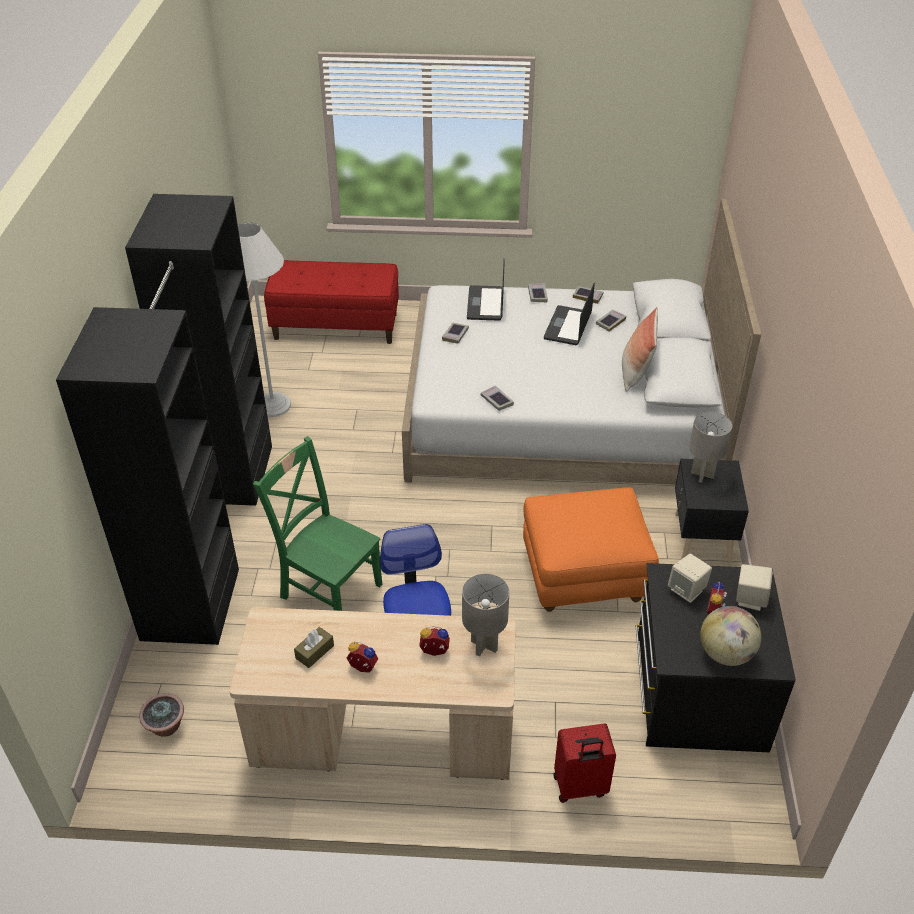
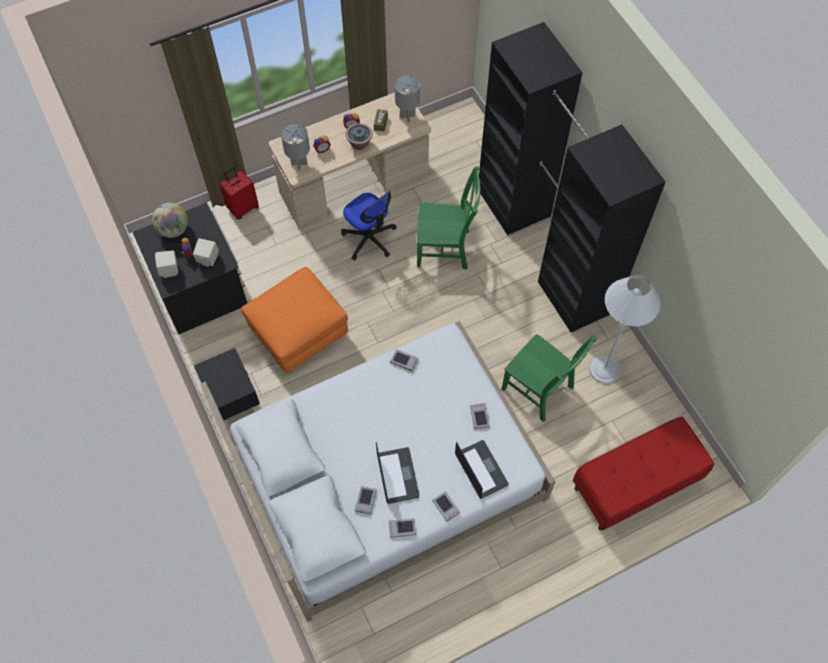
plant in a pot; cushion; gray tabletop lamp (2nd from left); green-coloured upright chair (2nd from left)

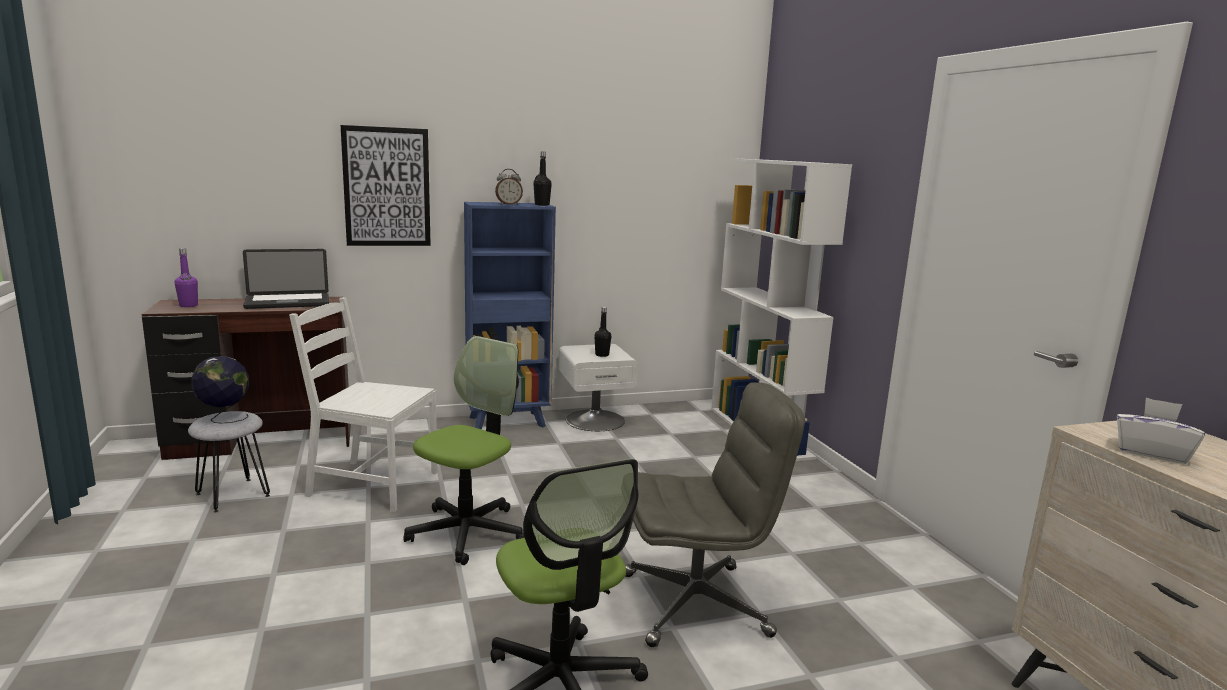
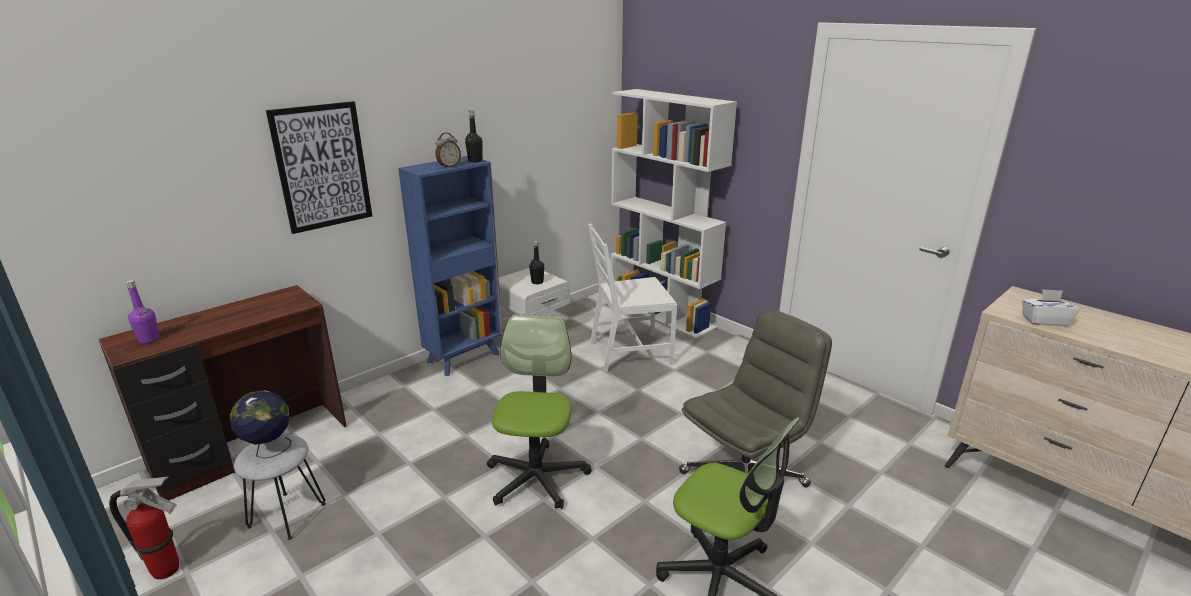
laptop; white-coloured upright chair; fire-fighting cylinder

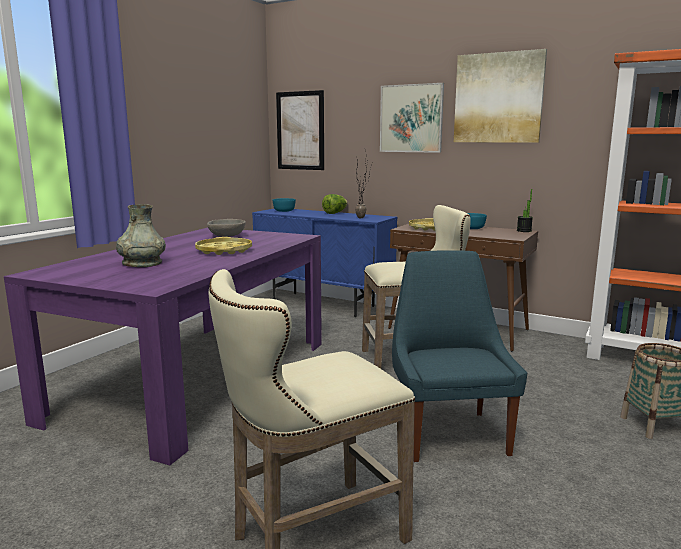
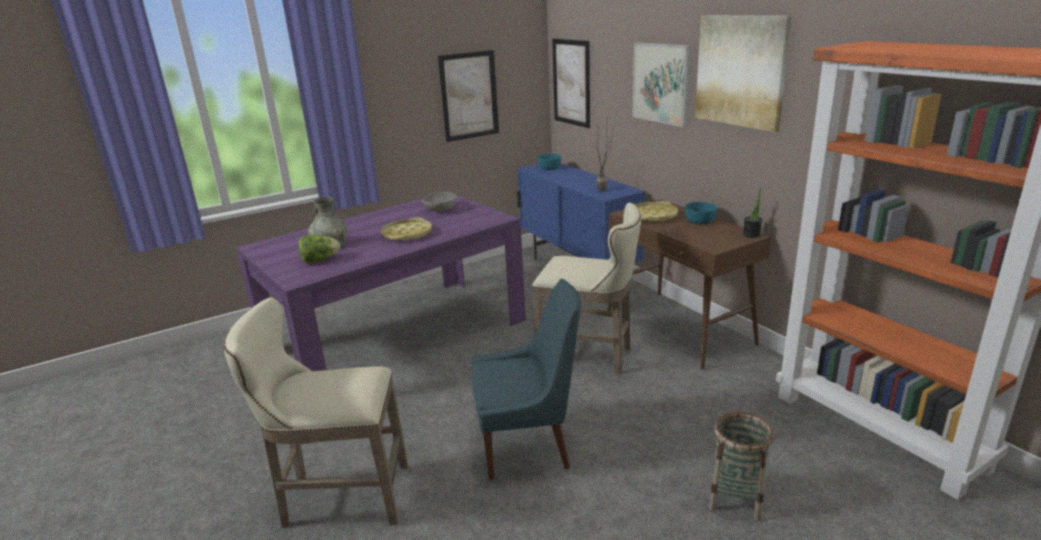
lettuce; blue upright chair; wall art (1st from left)

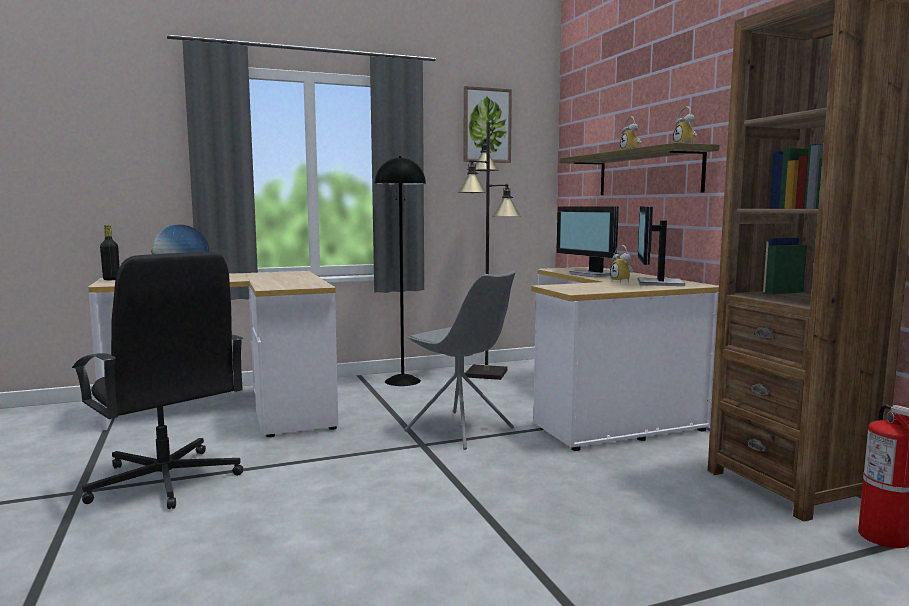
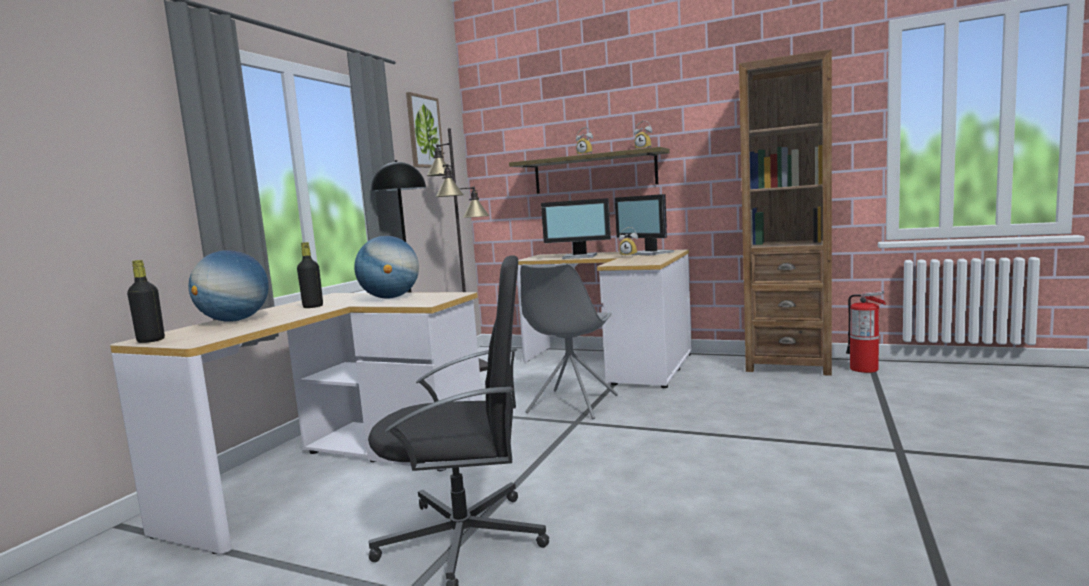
gray upright chair; black drink bottle (2nd from left); world globe (2nd from left)

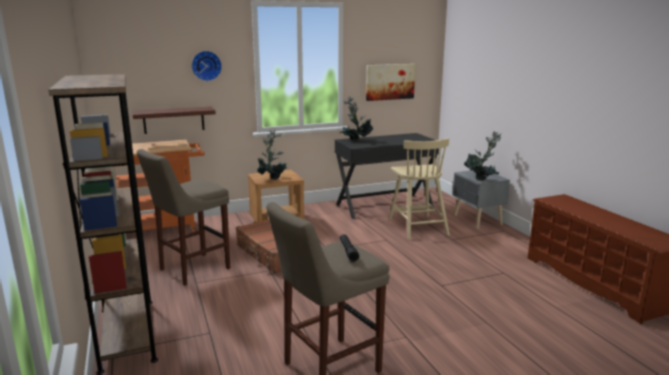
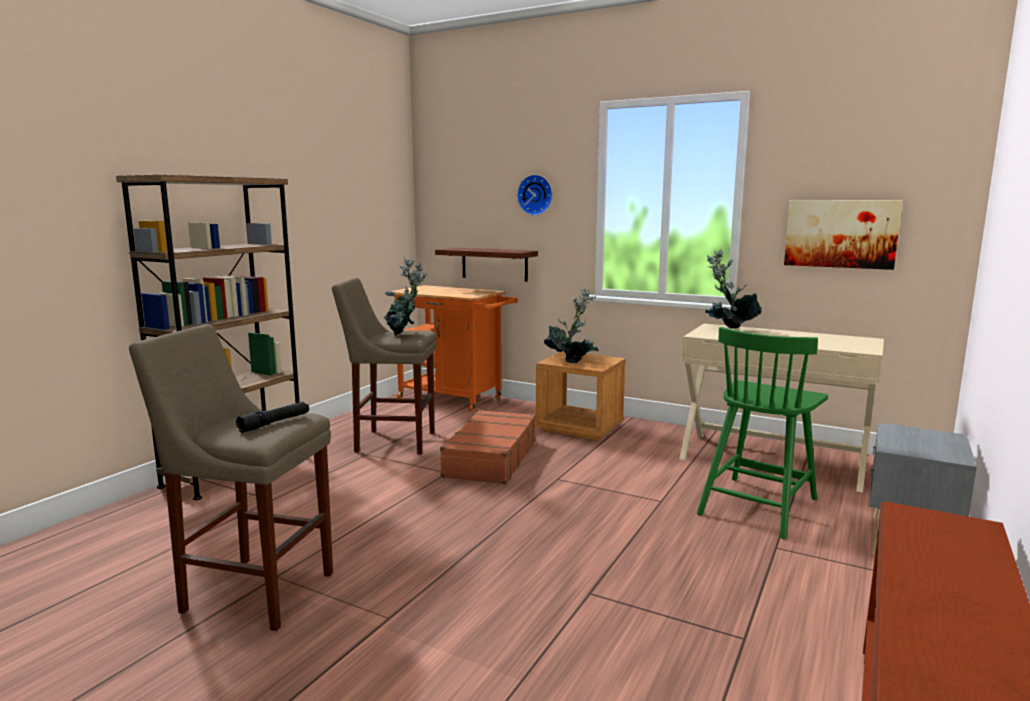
beige-coloured desk; green-coloured upright chair; plant in a pot (1st from left)

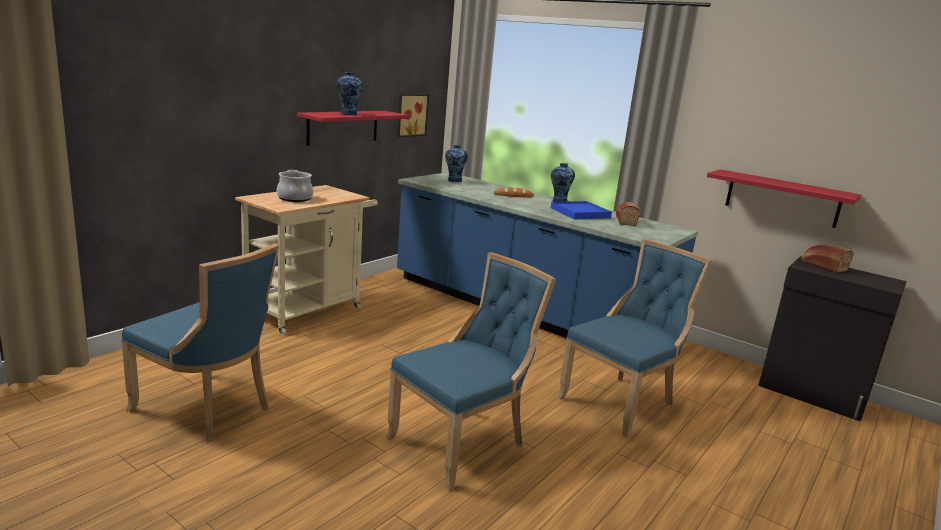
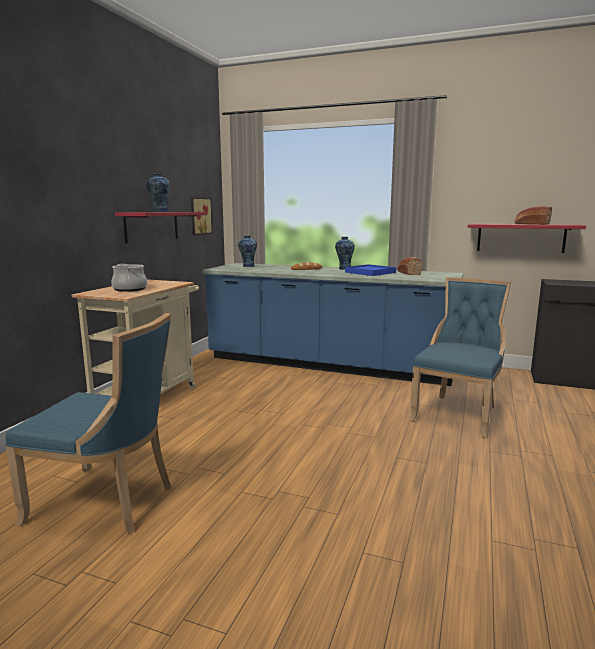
blue upright chair (2nd from left in the first image); bakery bread (3rd from left)

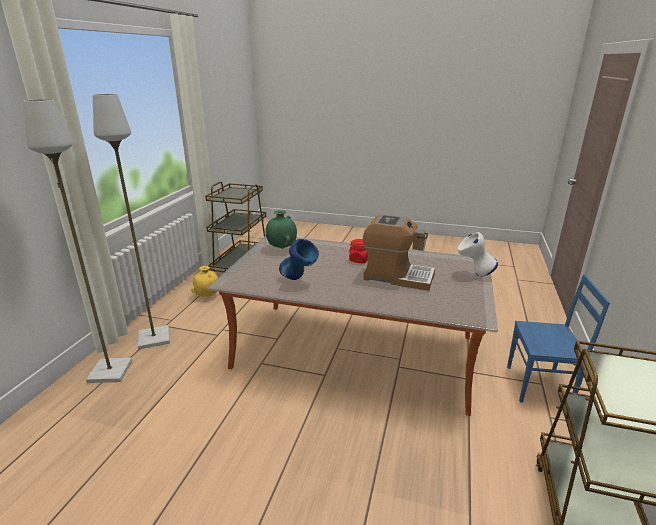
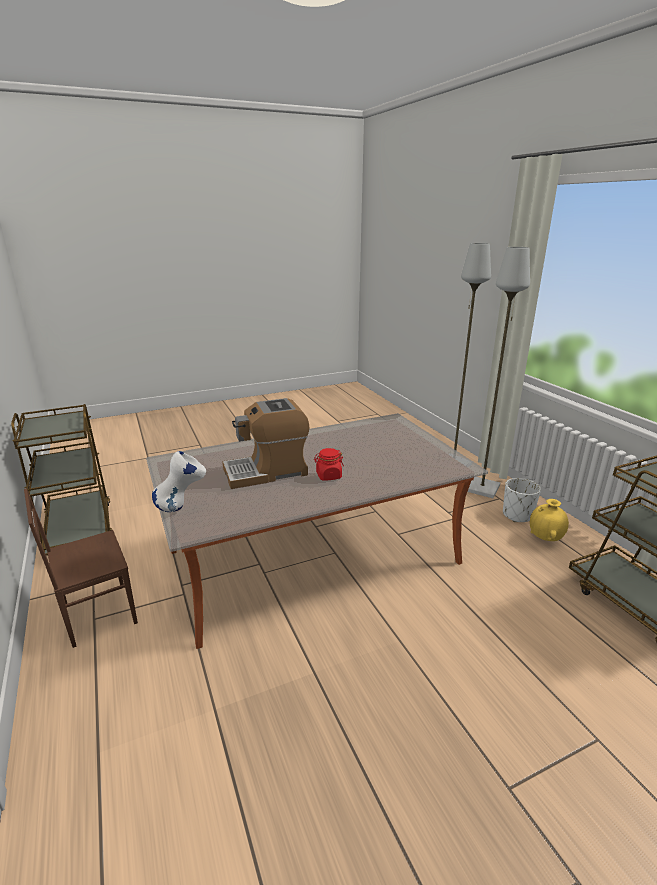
green-coloured decorative vase; blue decorative vase; brown-coloured upright chair; white-coloured planter

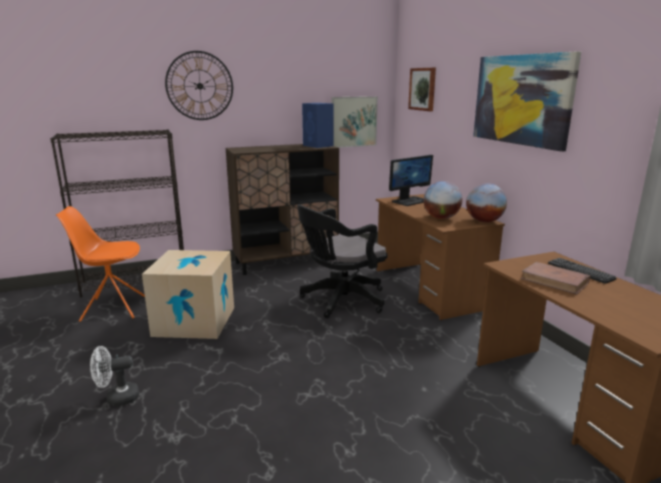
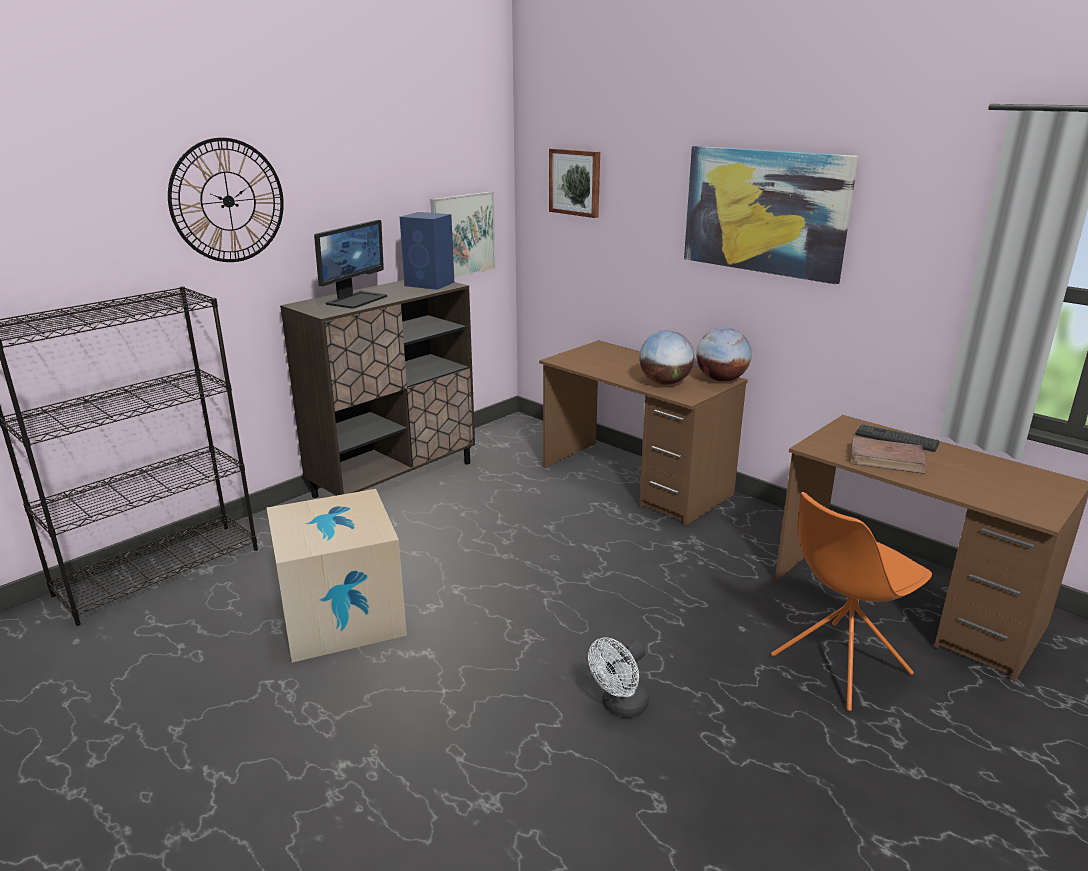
orange upright chair; white-coloured cooling fan; black computer chair; computer screen

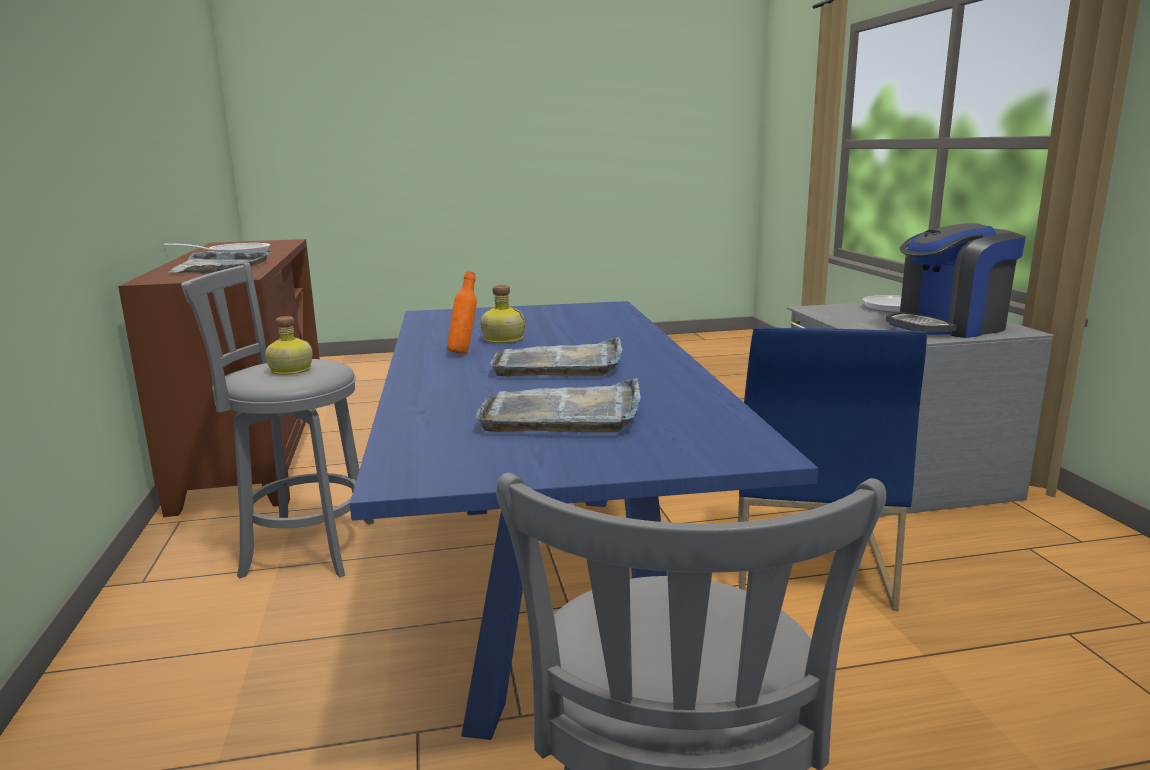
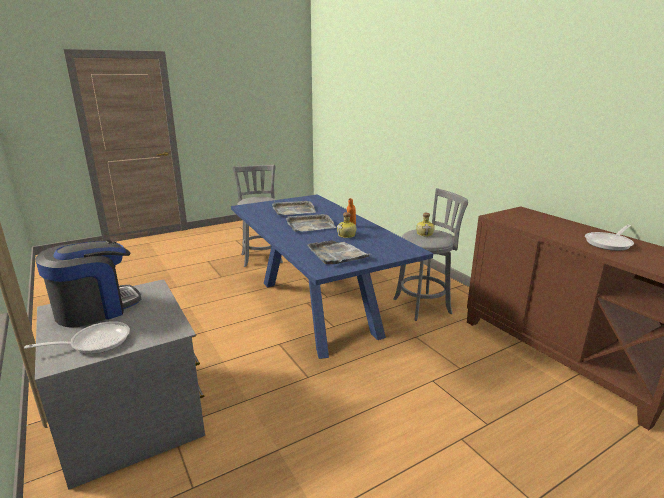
gray serving tray (3rd from left); blue upright chair

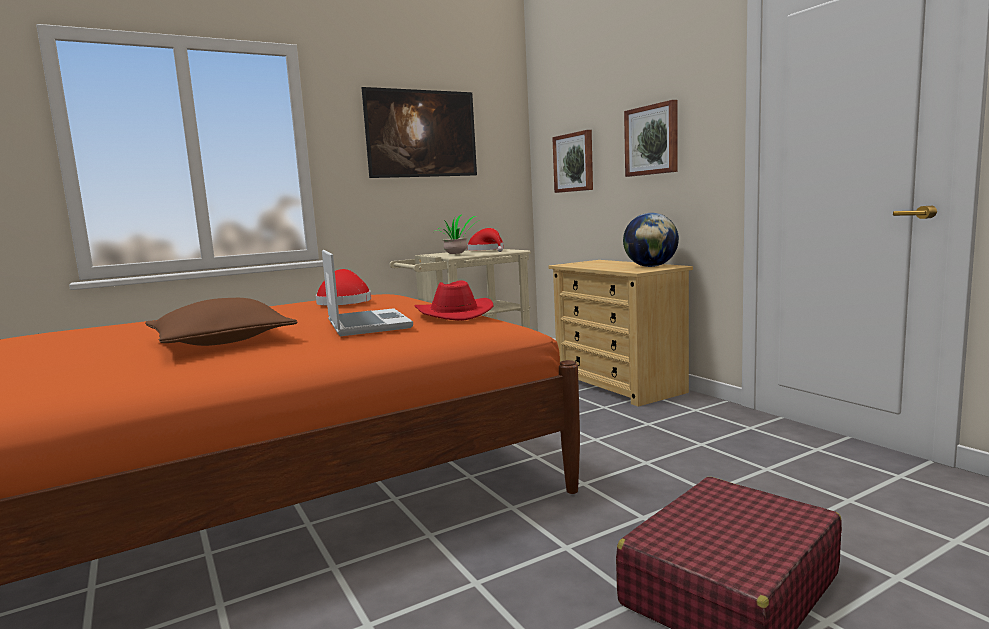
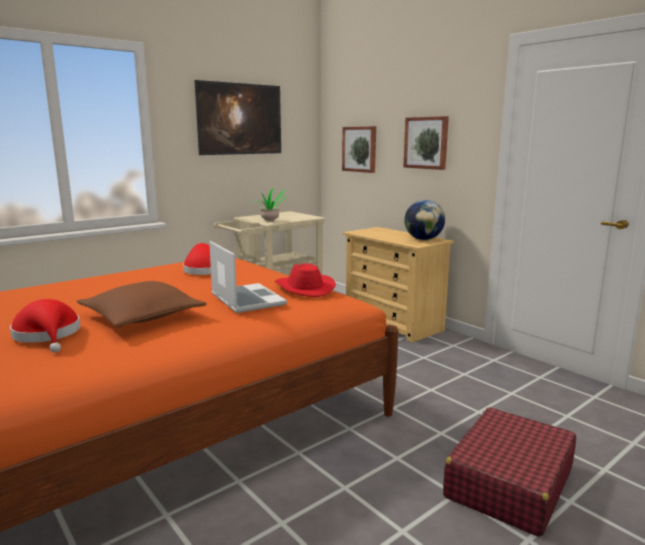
red-coloured wearable hat (1st from left)

